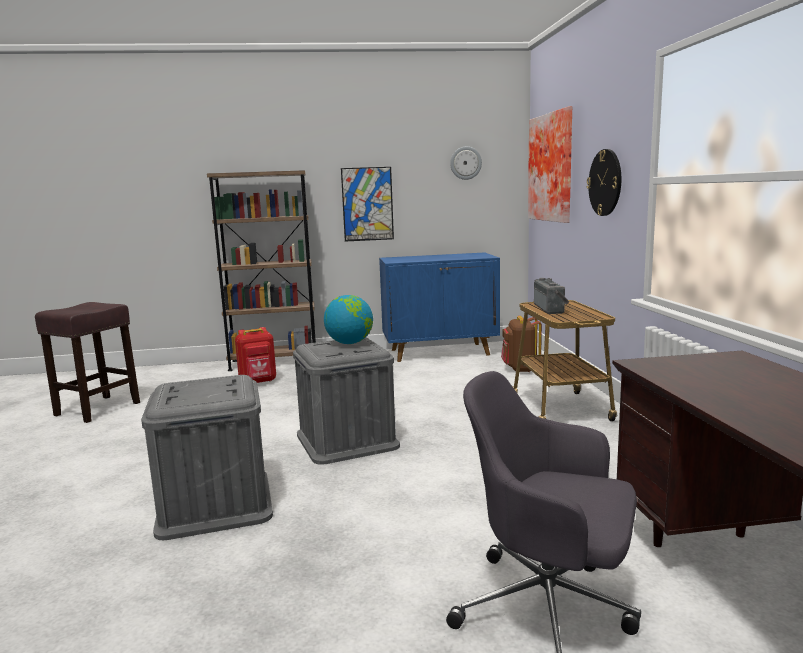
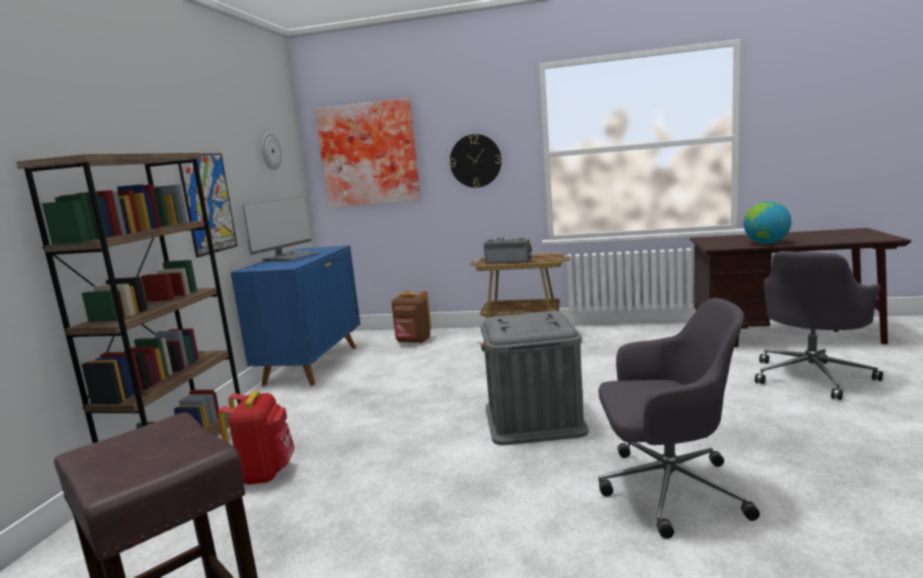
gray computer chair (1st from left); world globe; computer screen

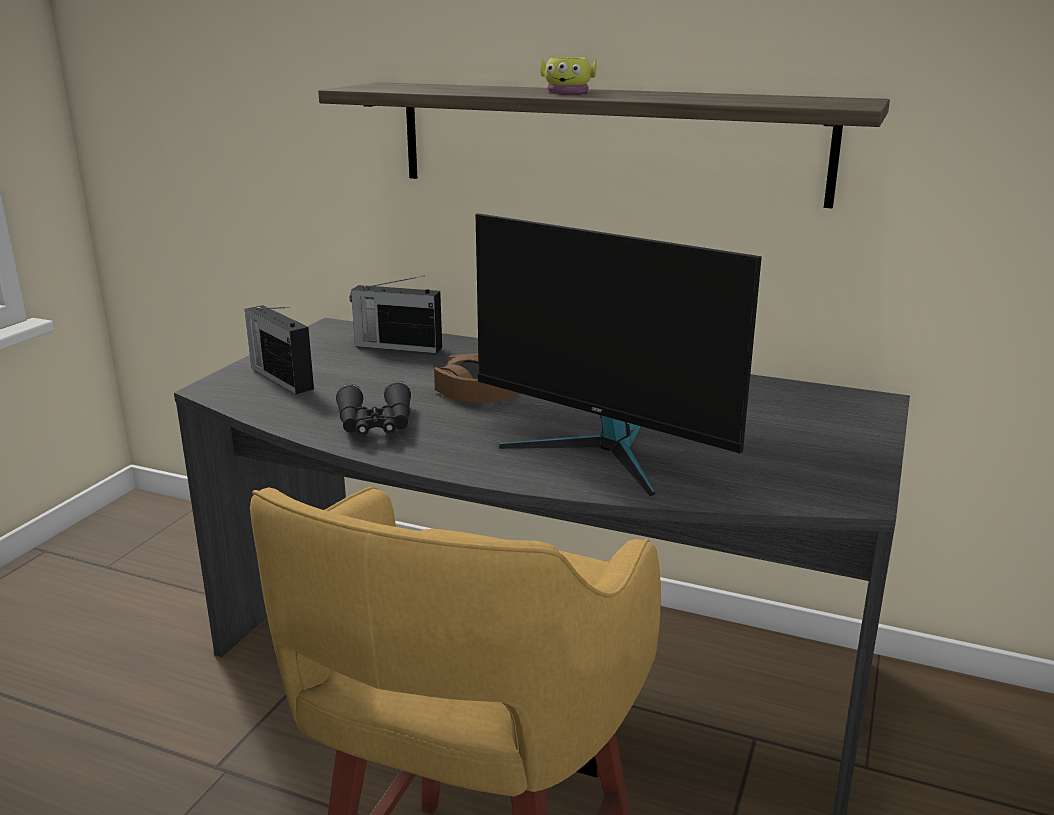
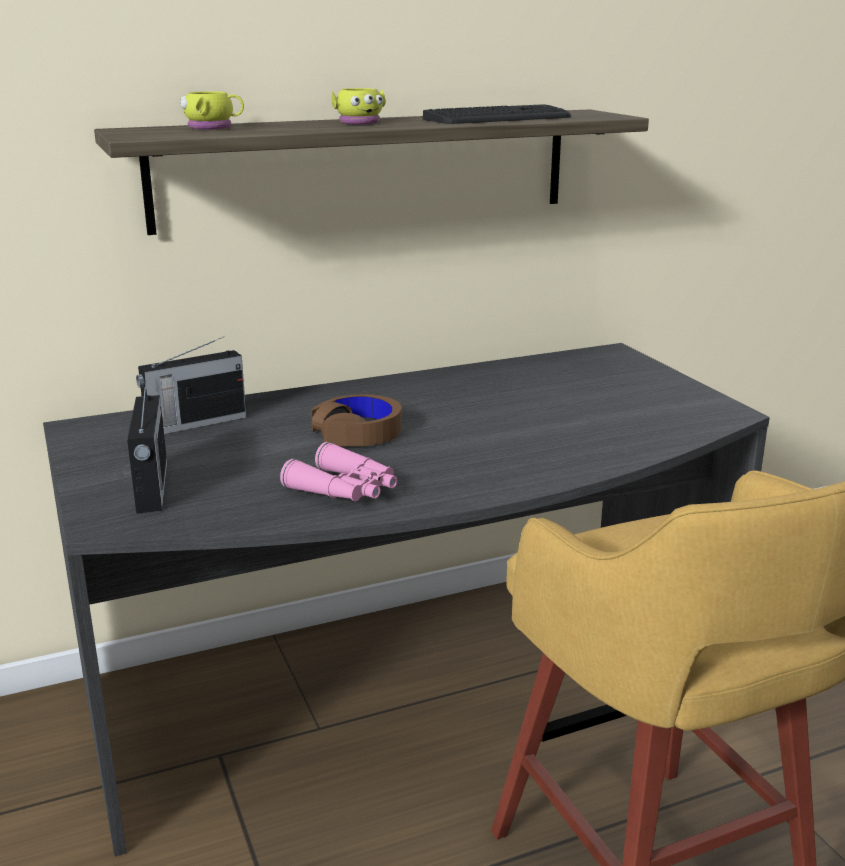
radio (1st from left); pink-coloured pair of binoculars; computer screen; yellow-coloured coffee mug (1st from left); computer keyboard

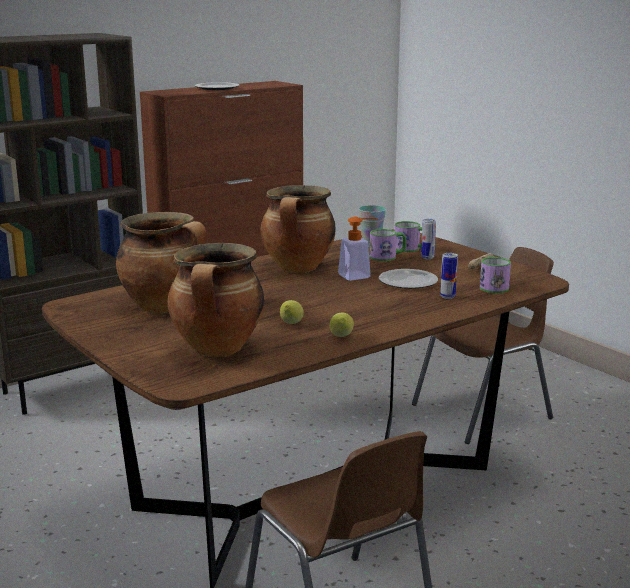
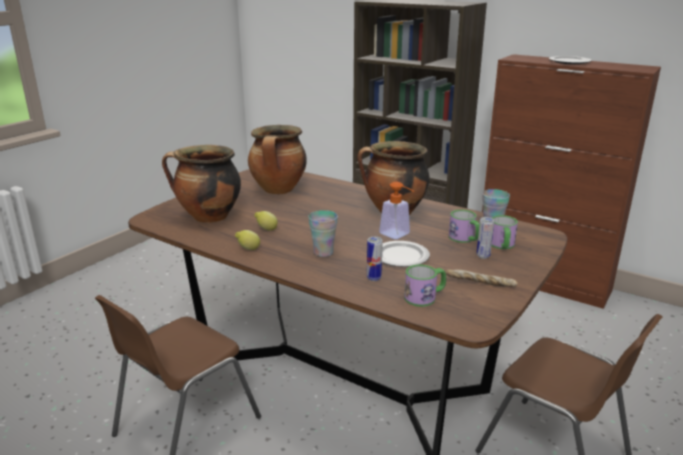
cup (1st from left)

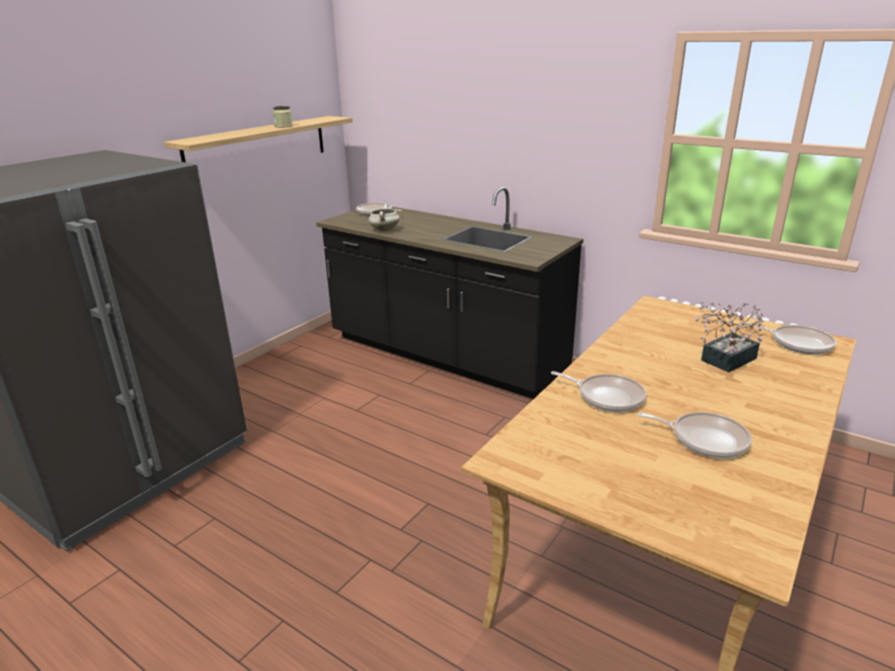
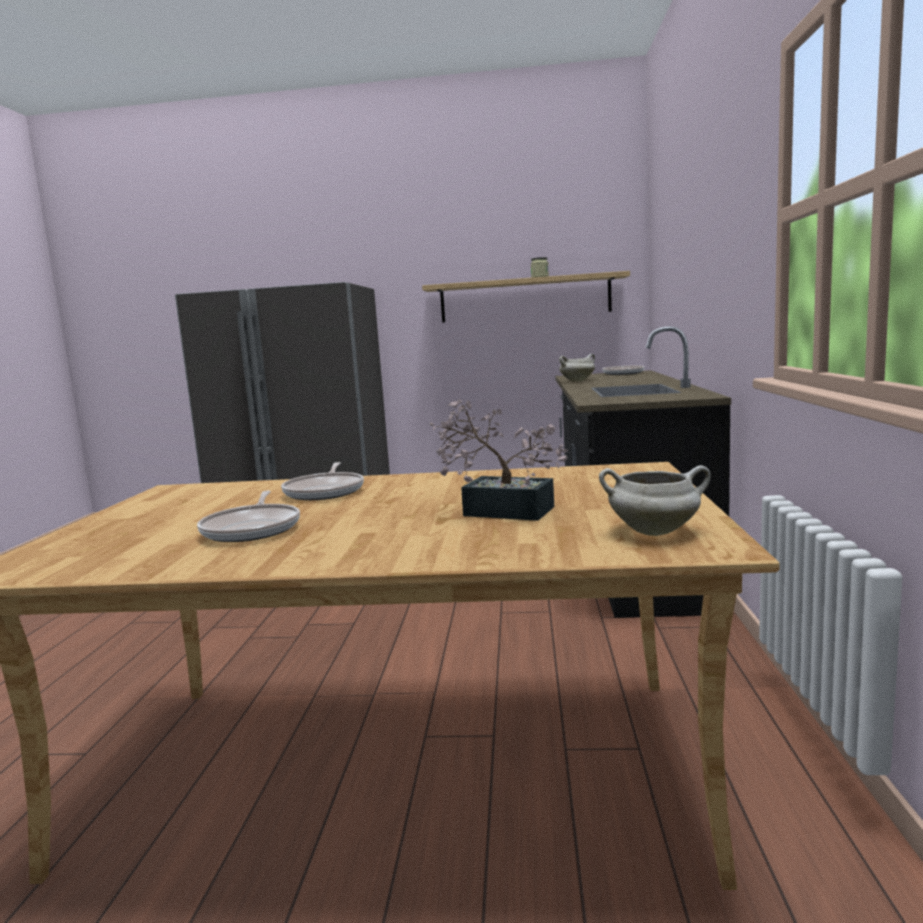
white-coloured saucepot (2nd from left)

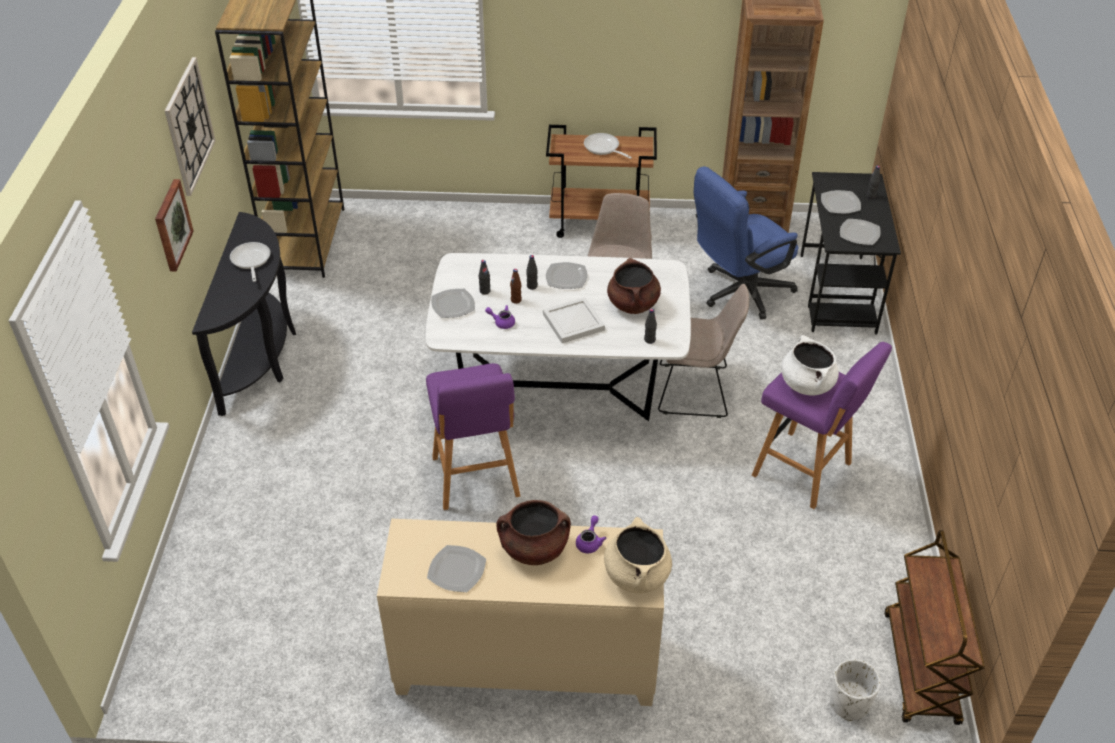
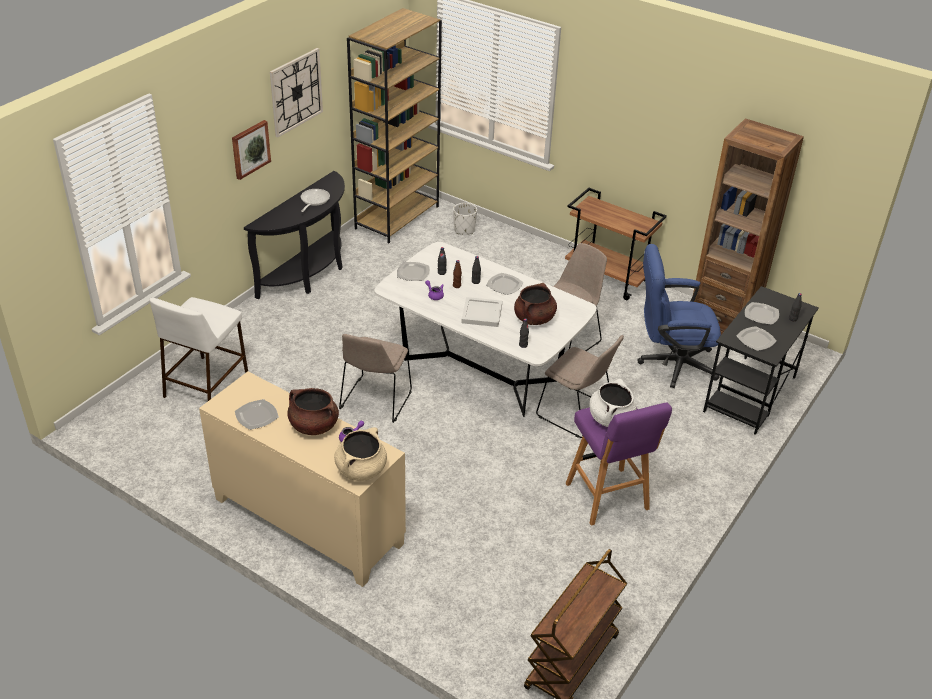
beige-coloured upright chair (1st from left); frying pan (2nd from left in the first image); white-coloured planter; white-coloured sitting stool

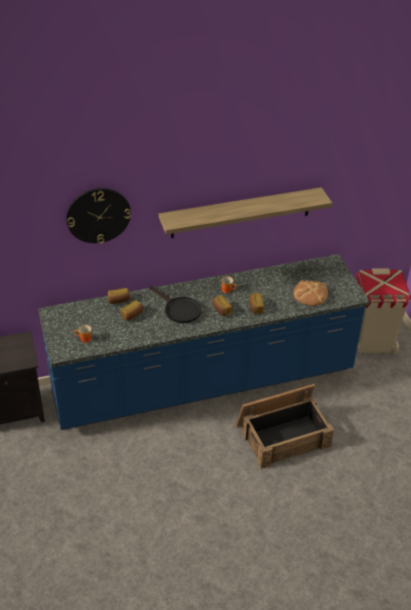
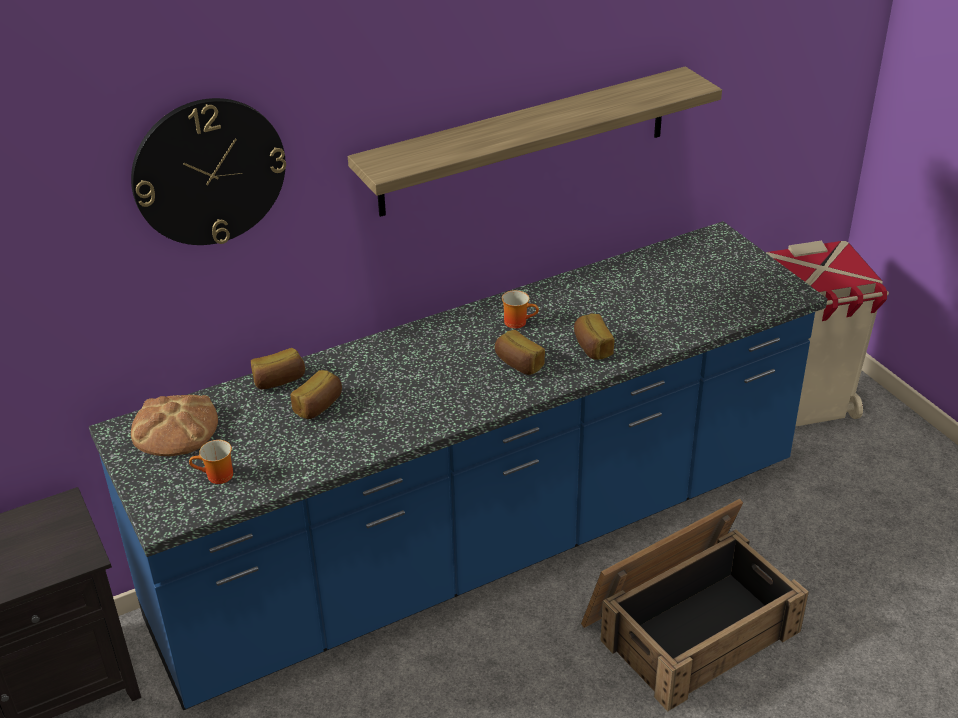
black frying pan; bakery bread (1st from left)

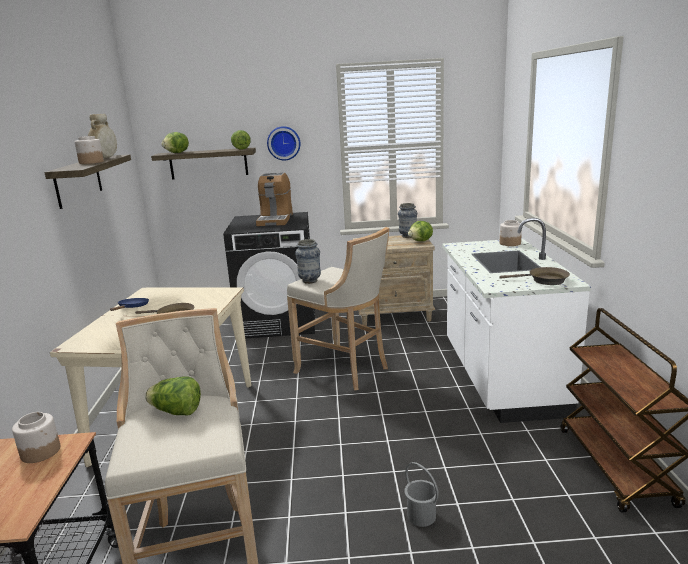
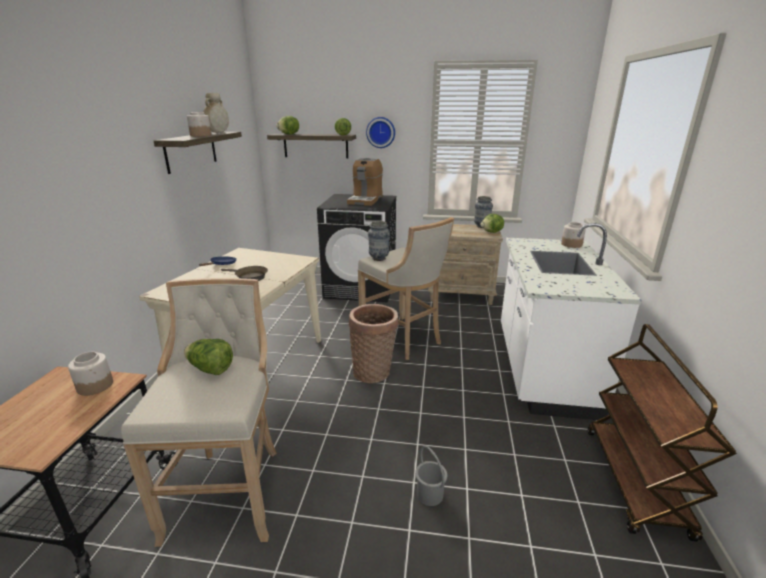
brown-coloured frying pan (2nd from left in the first image); storage basket

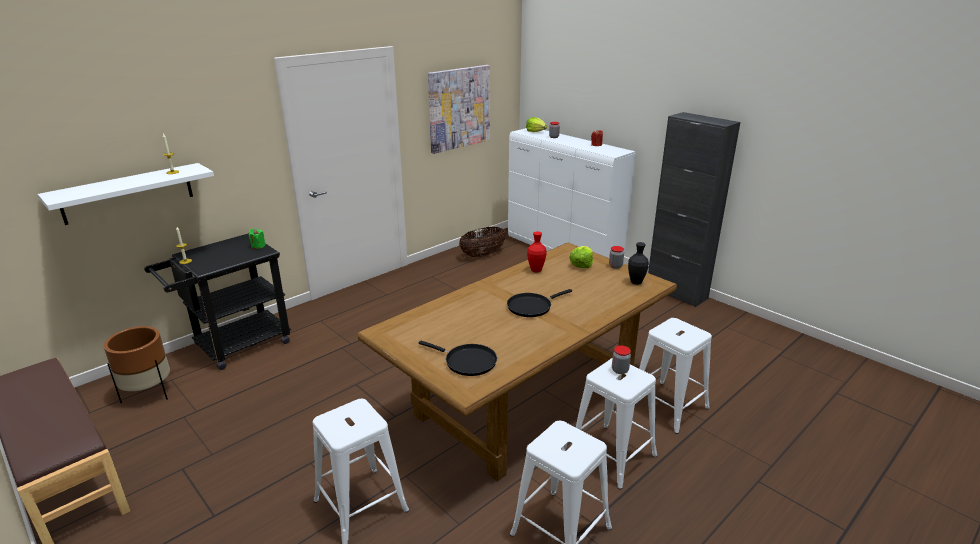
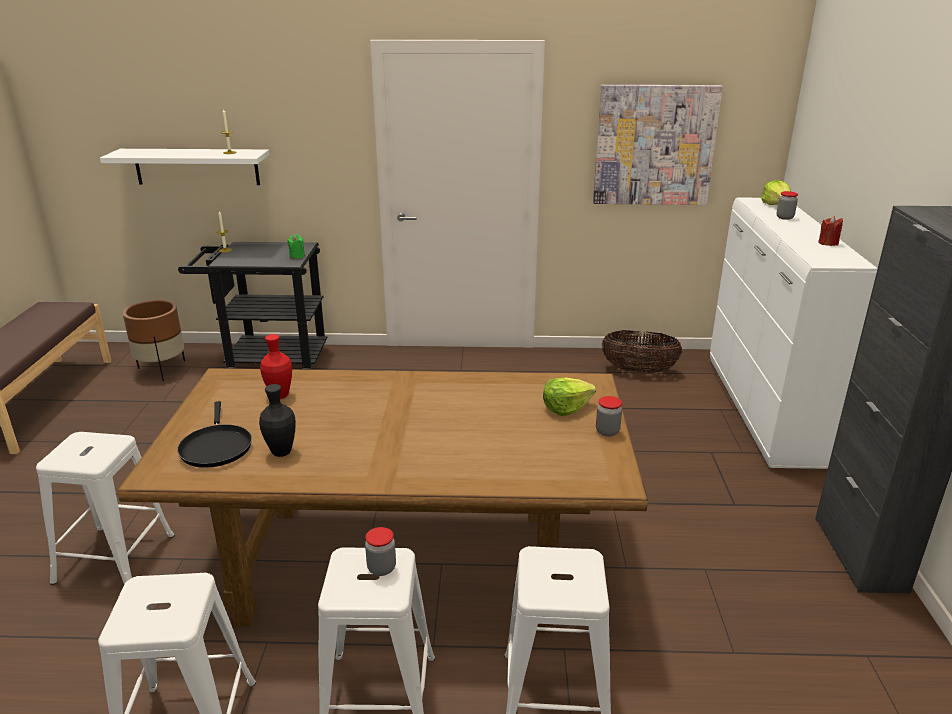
black frying pan (2nd from left in the first image); red-coloured decorative vase; black decorative vase

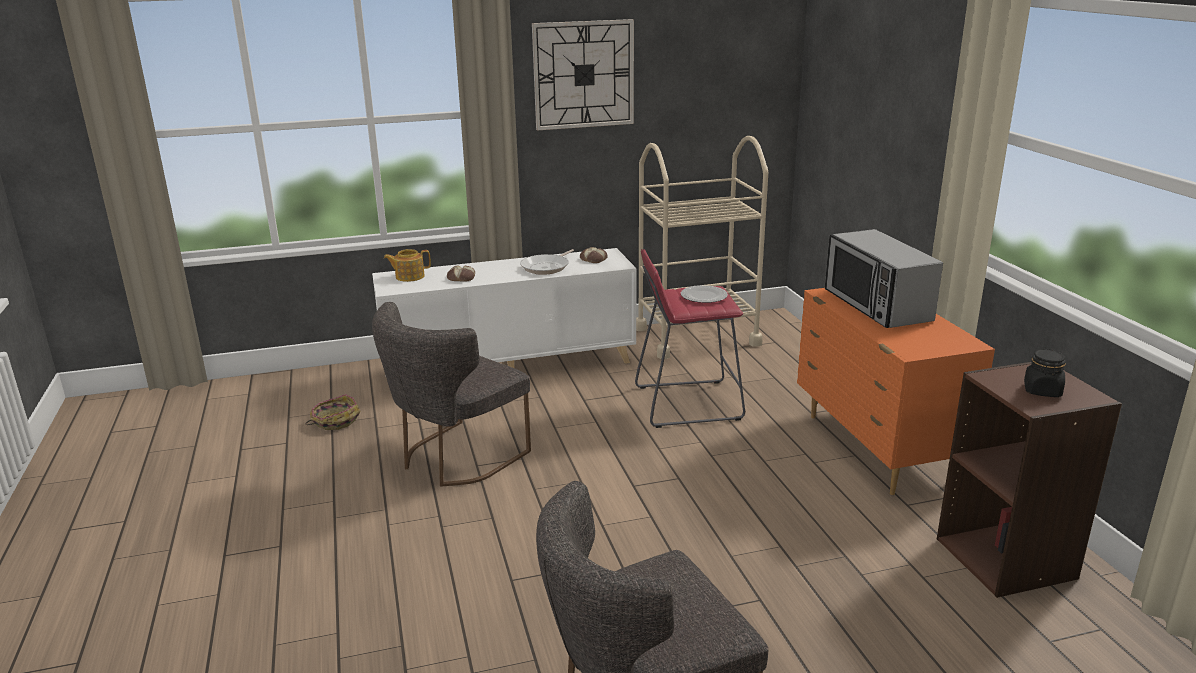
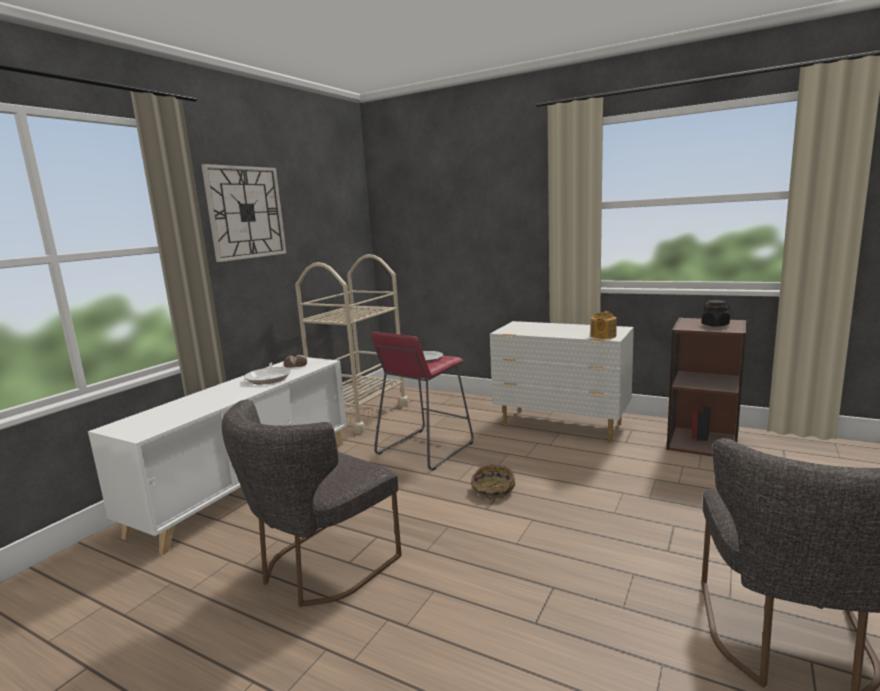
storage basket; gray upright chair (1st from left); tea pot; bakery bread (1st from left in the first image); white-coloured dresser; microwave oven

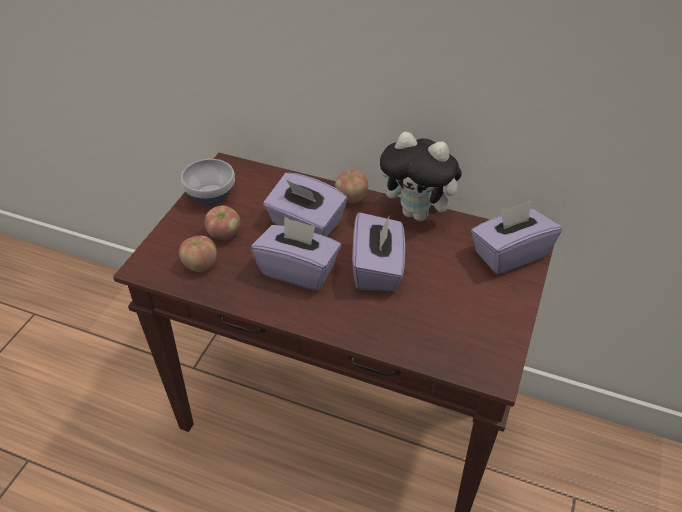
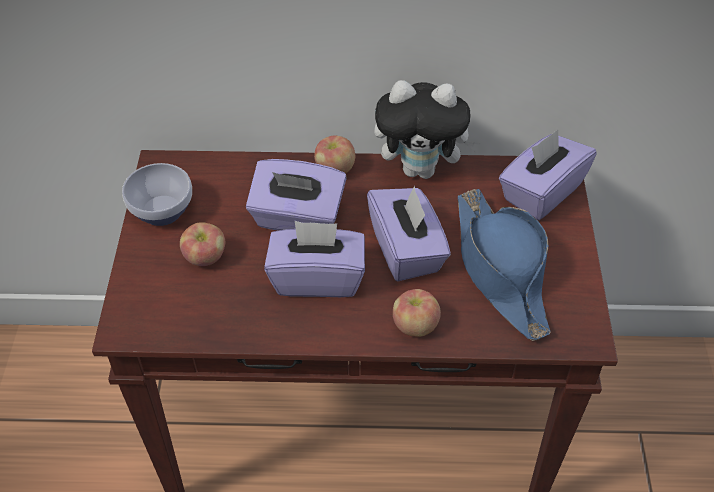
apple (3rd from left); blue wearable hat

